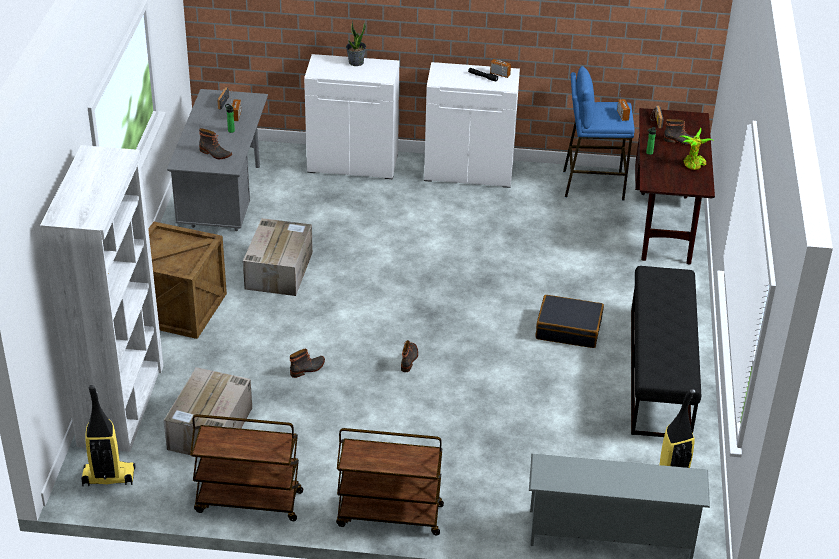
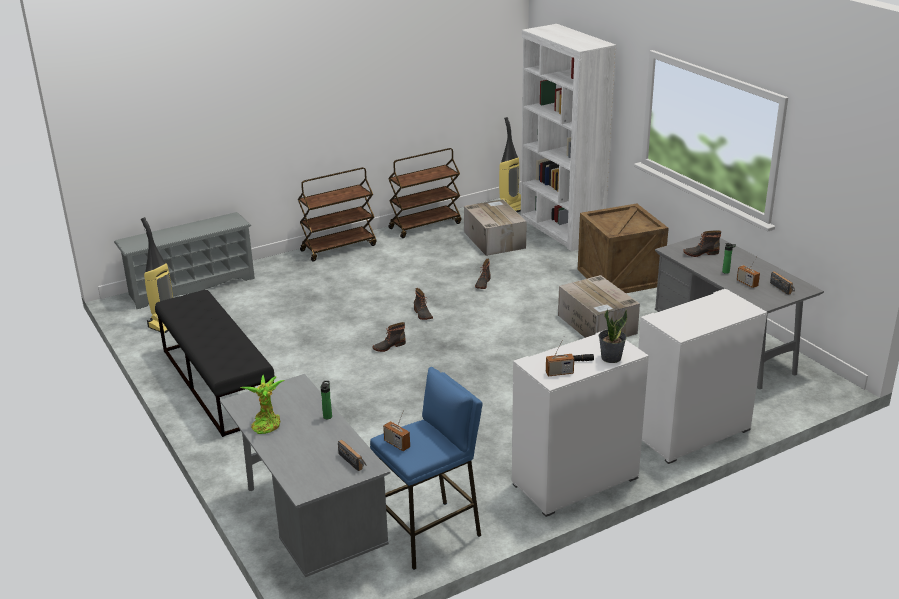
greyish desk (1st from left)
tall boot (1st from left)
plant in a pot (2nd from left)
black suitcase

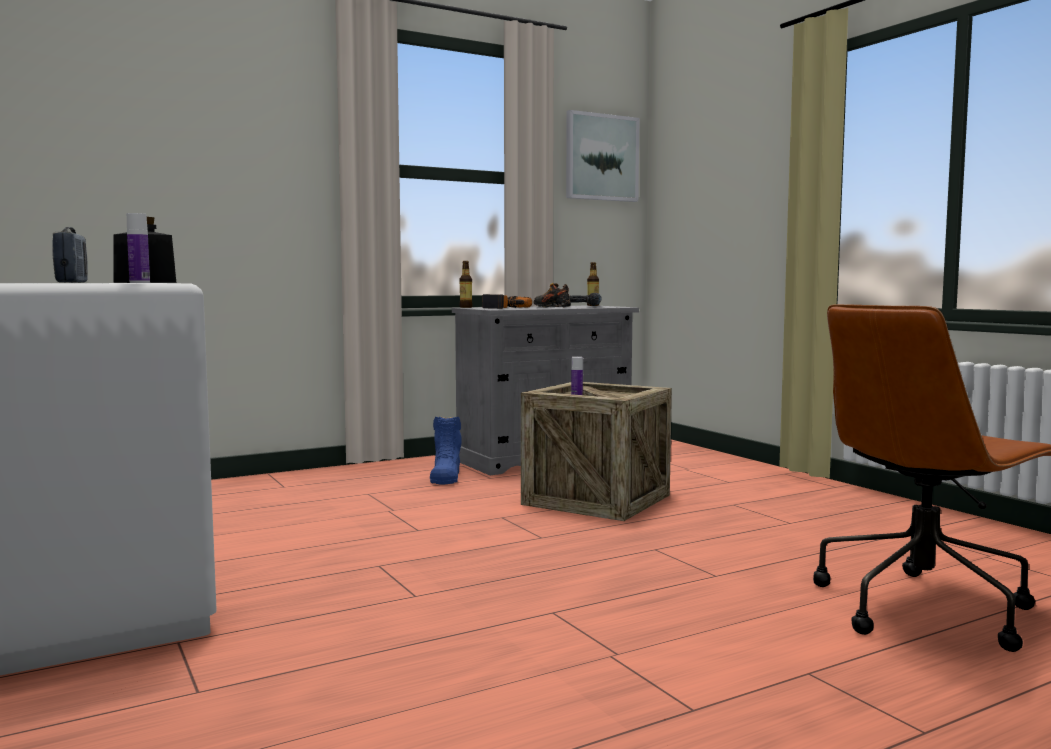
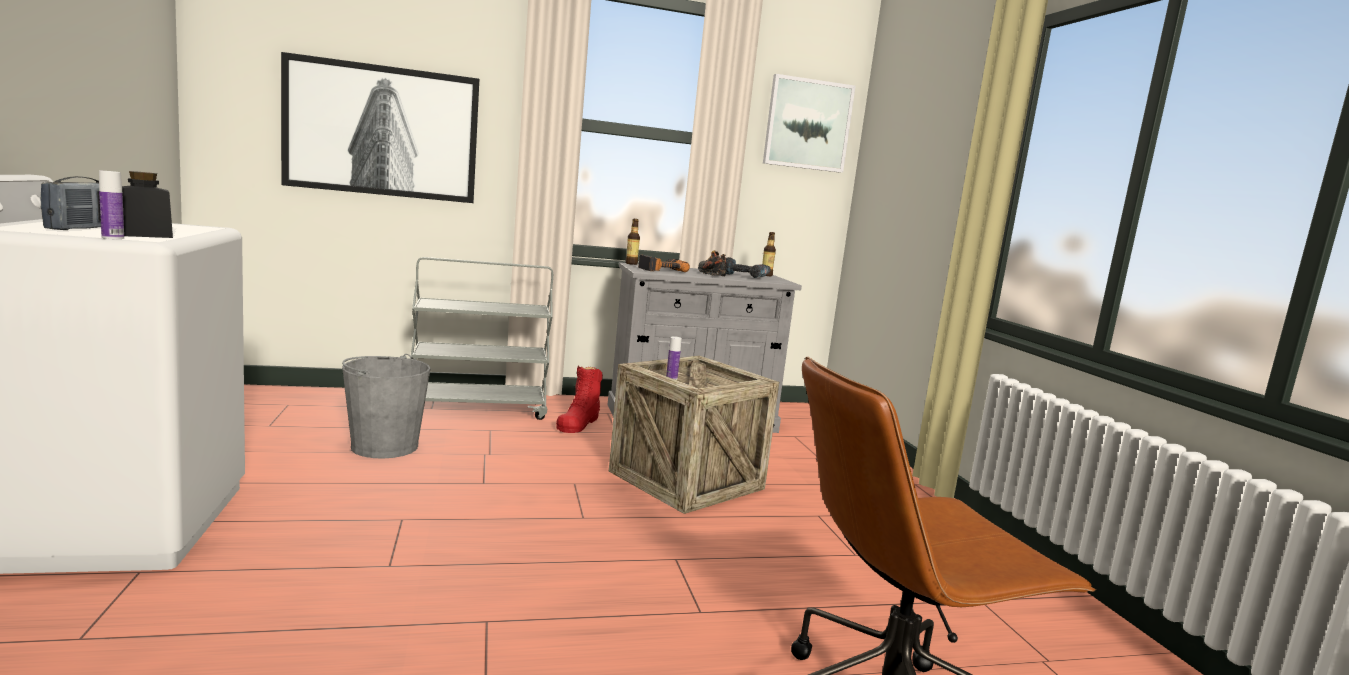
picture (1st from left)
greyish water bucket
greyish trolley
red tall boot

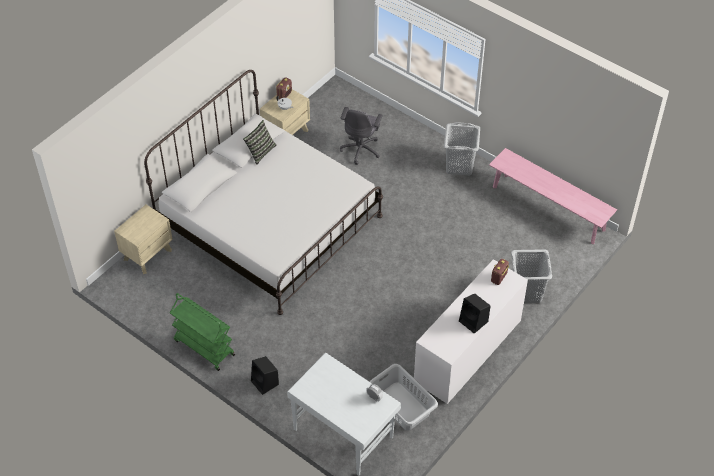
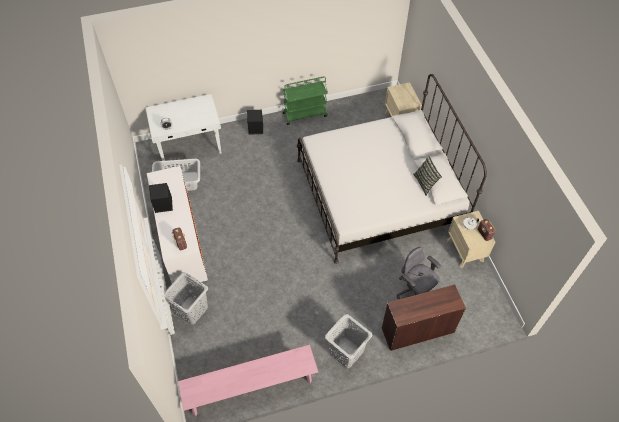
brownish desk

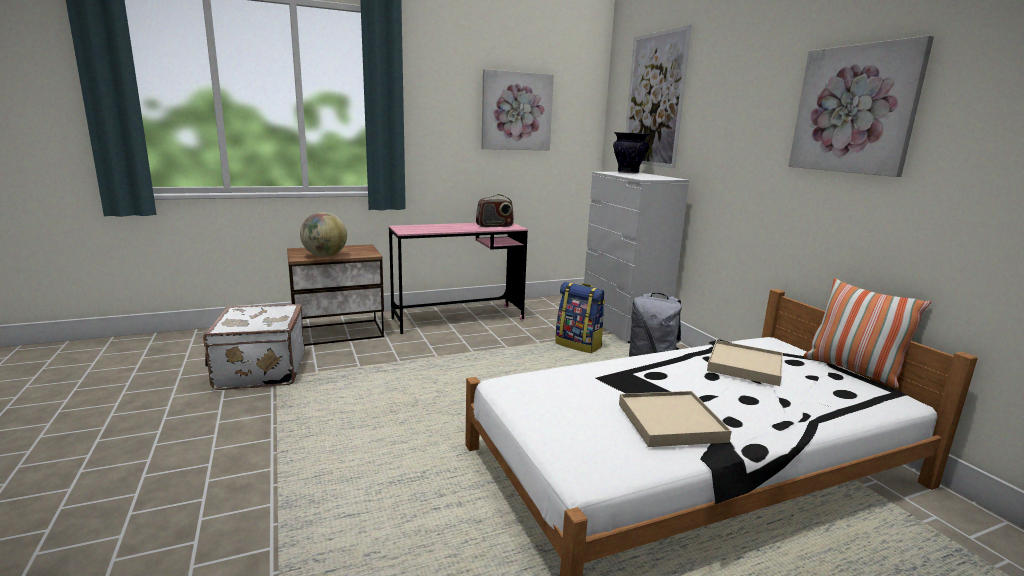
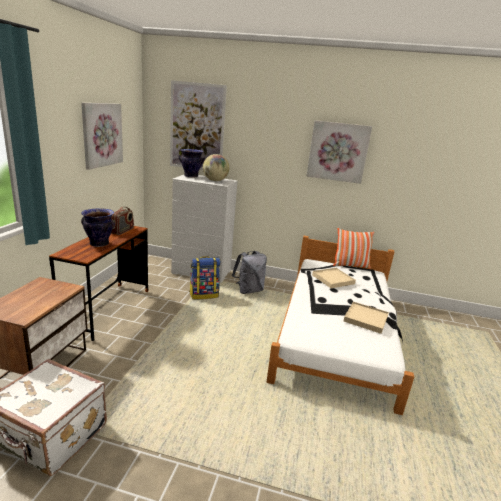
brownish desk
flower vase (1st from left)
globe

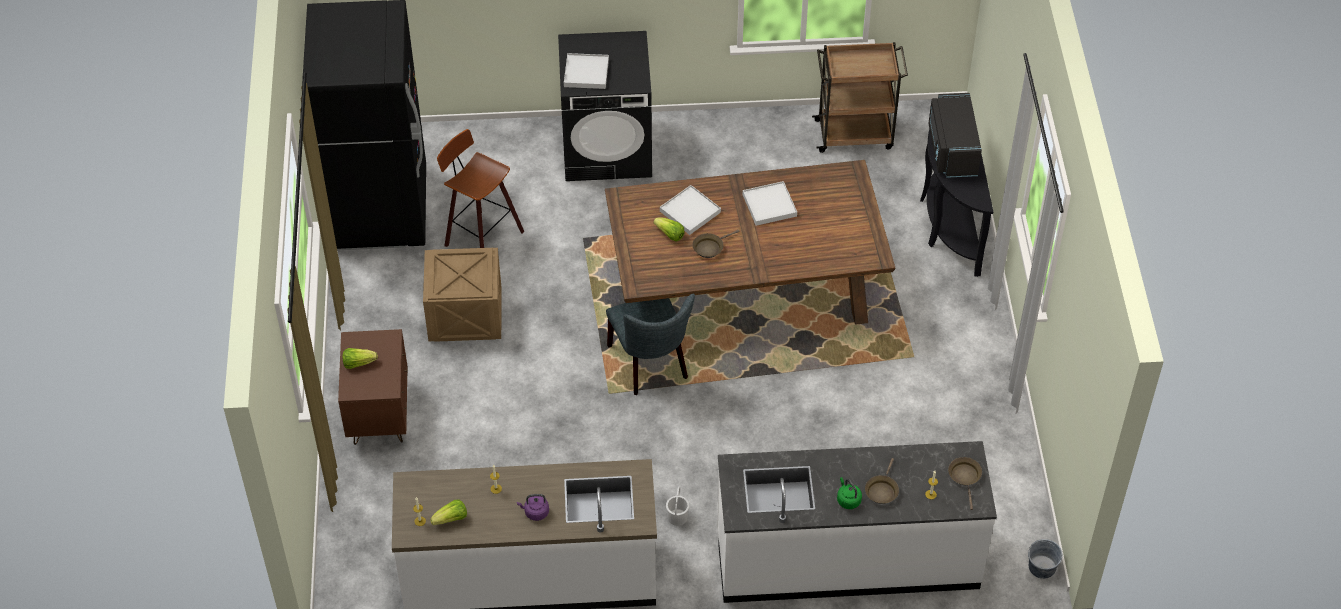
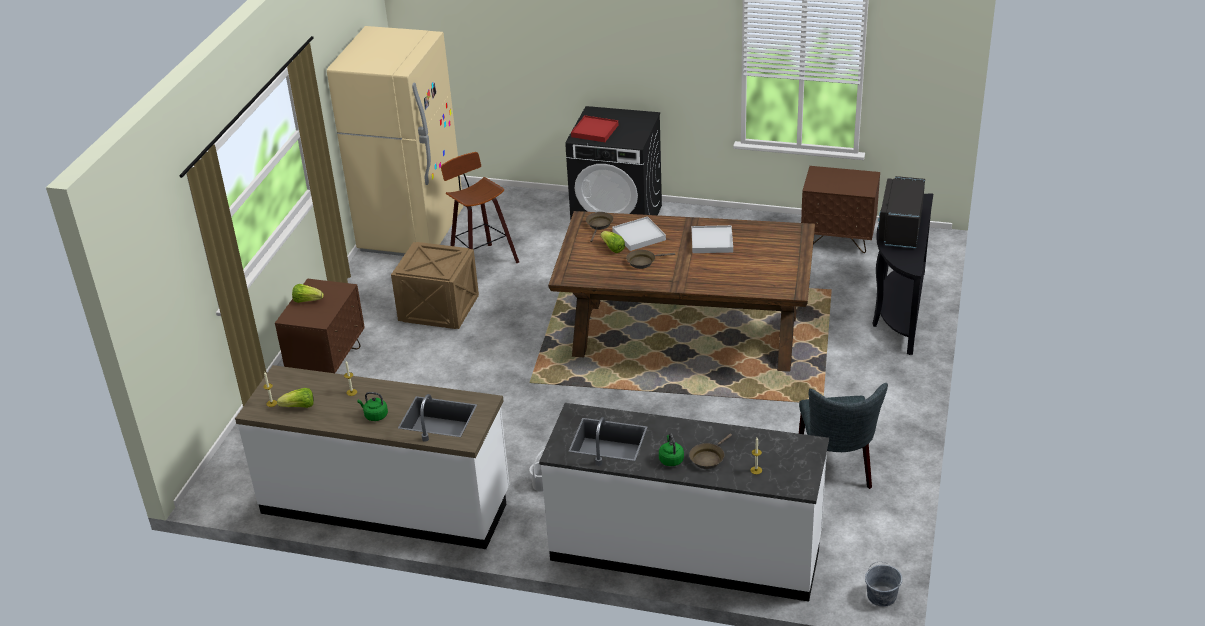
beige-coloured kitchen fridge
green tea kettle (1st from left)
red carrying tray
brownish skillet (1st from left)
greyish chair
brownish nightstand (2nd from left)

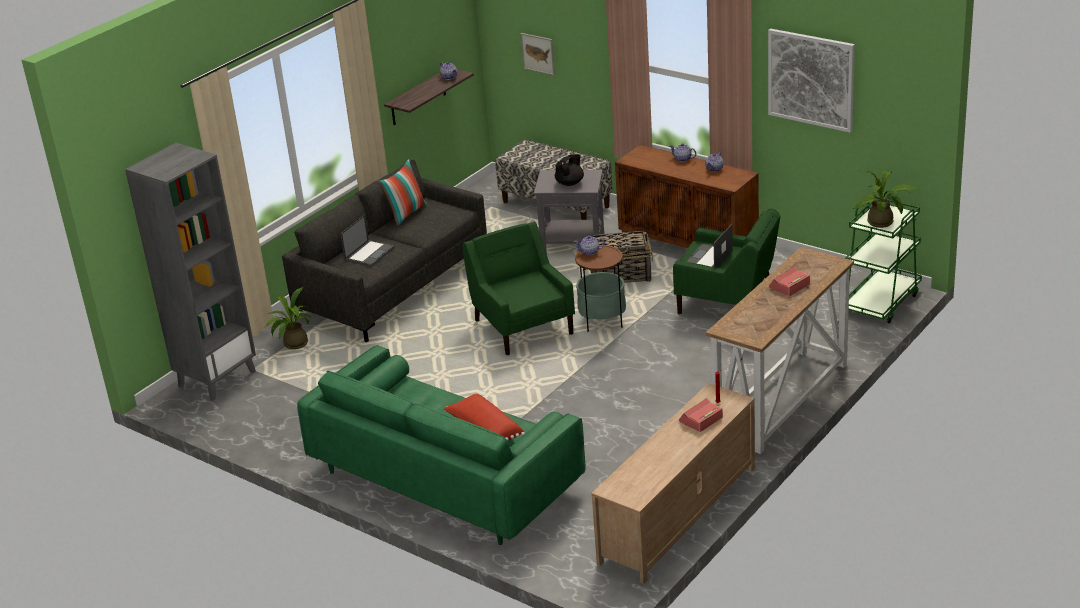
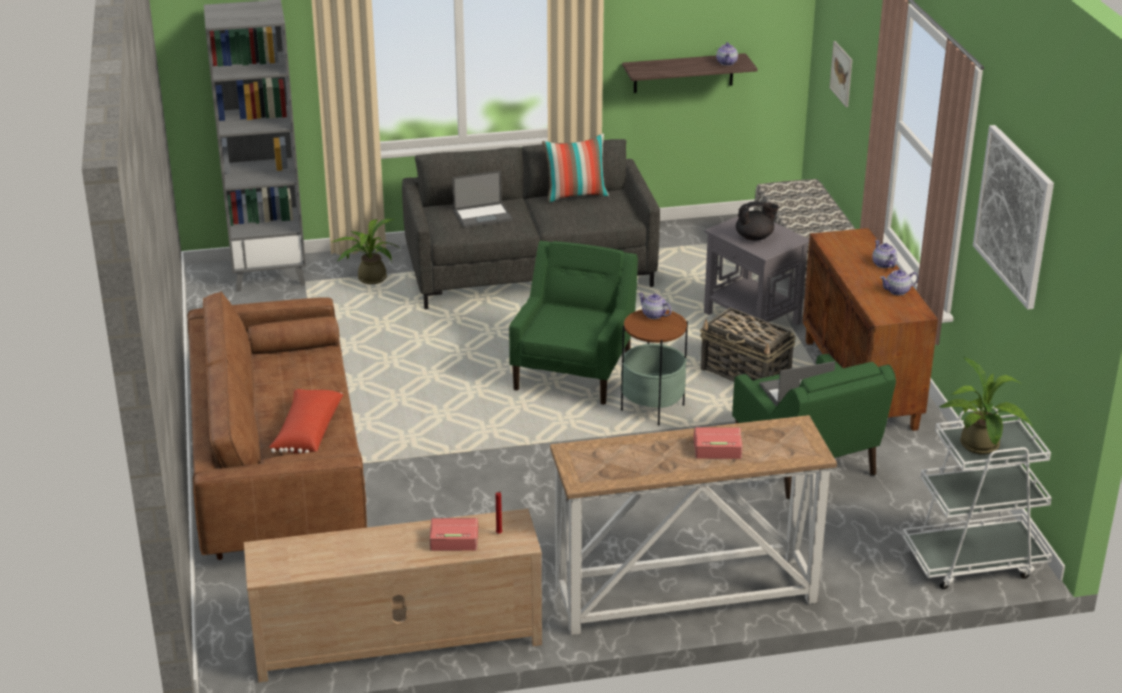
brownish settee
white-coloured trolley

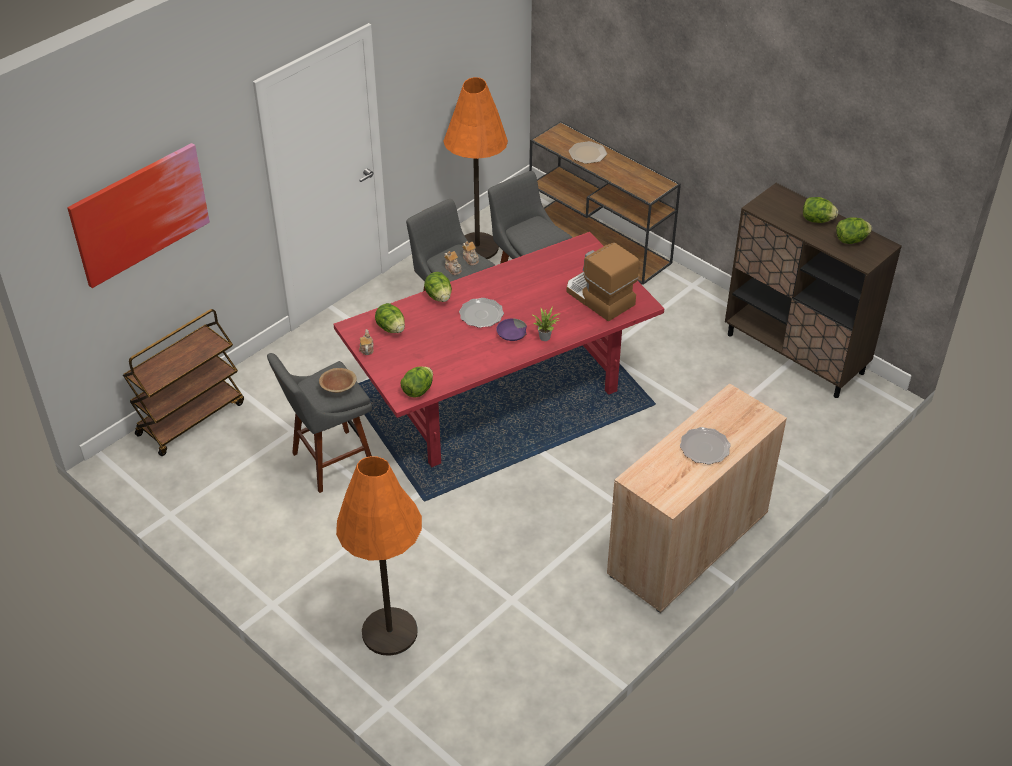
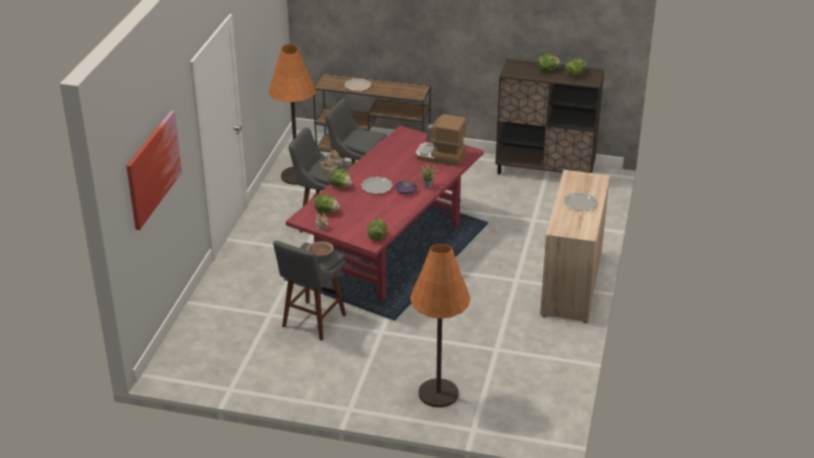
brownish trolley

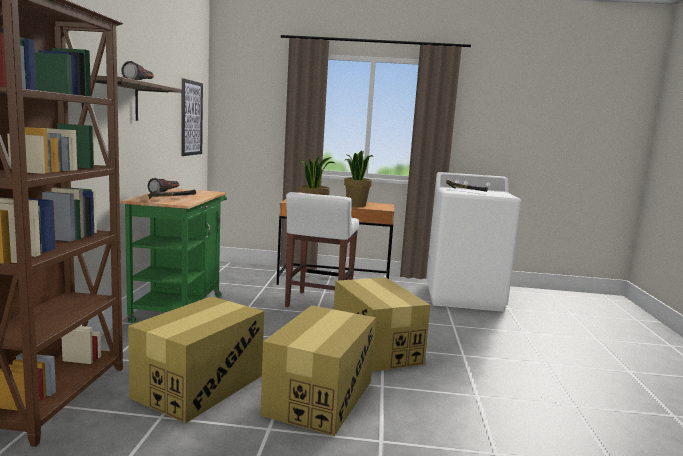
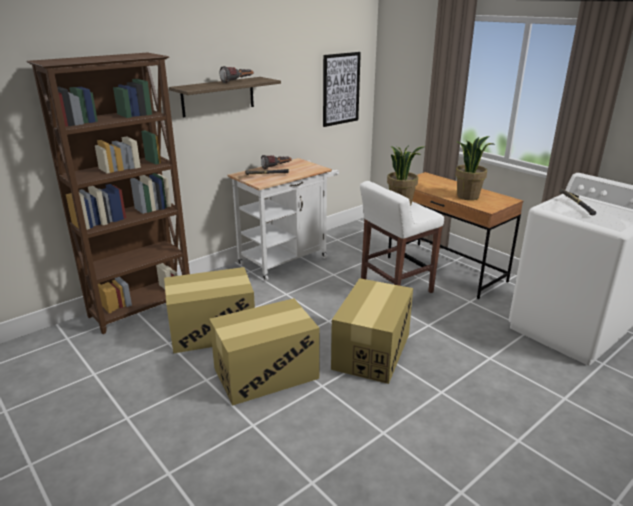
white-coloured trolley

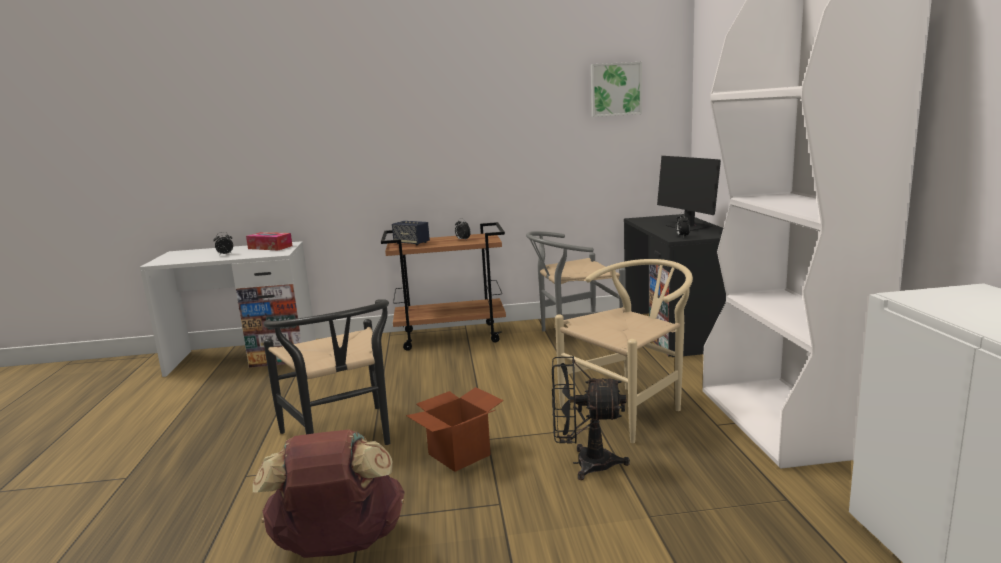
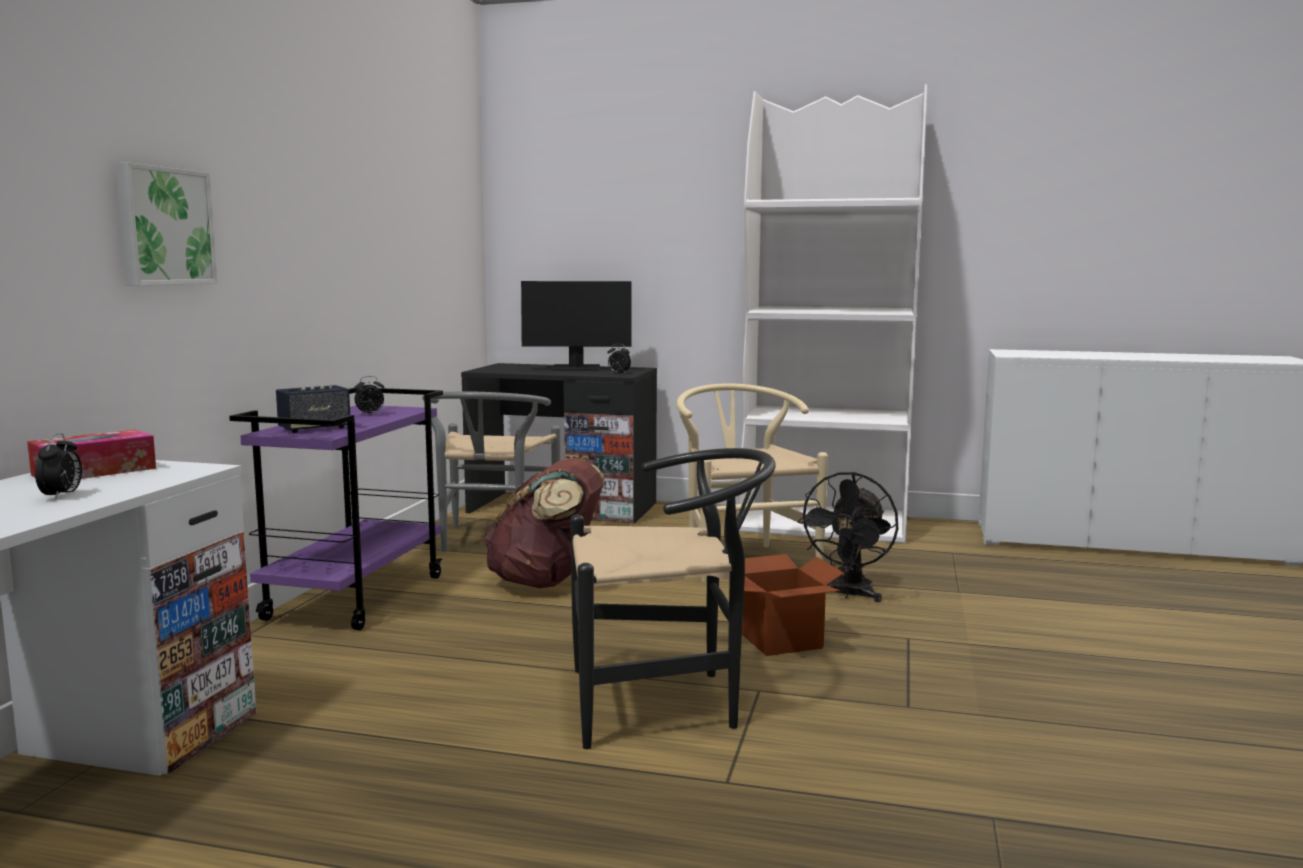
picture
purple-coloured trolley
brownish knapsack

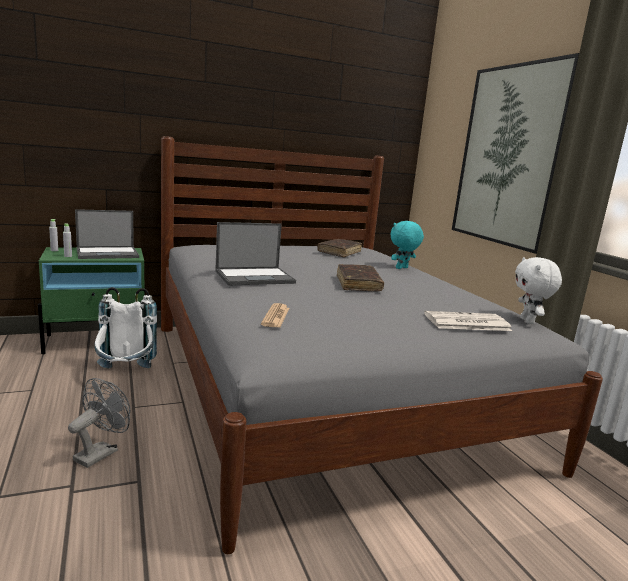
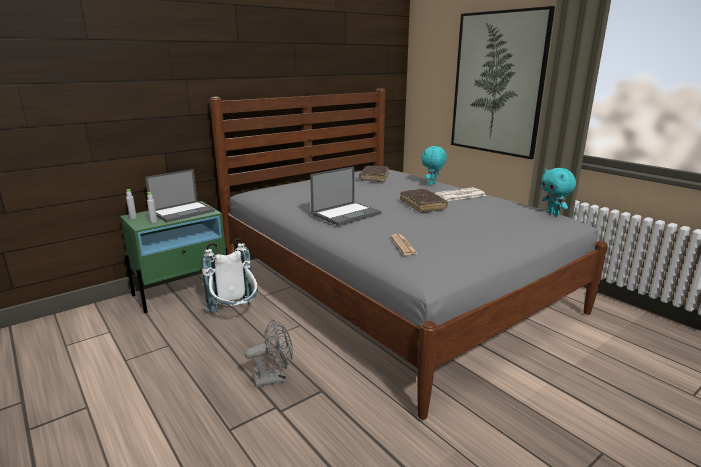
greyish cooling fan
daily paper (2nd from left)
turquoise cuddly toy (2nd from left)

